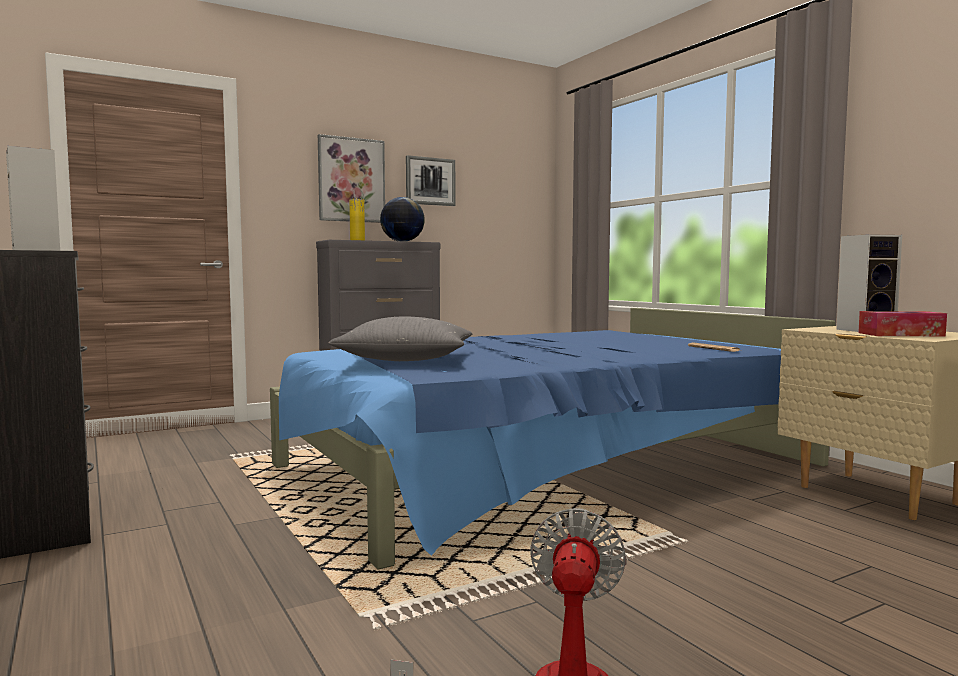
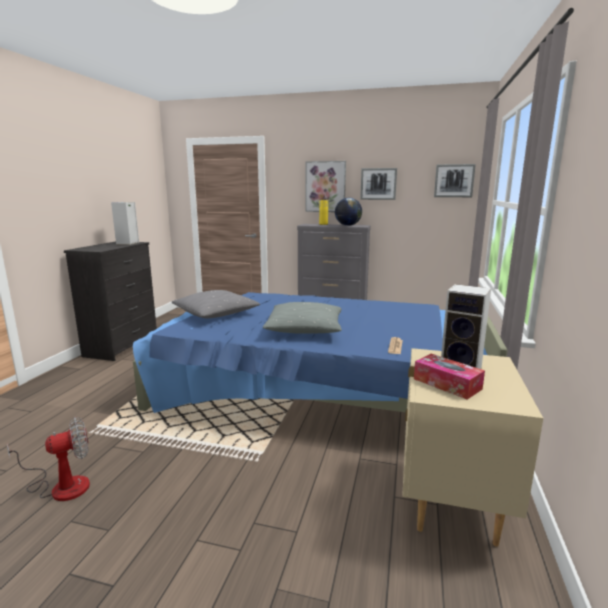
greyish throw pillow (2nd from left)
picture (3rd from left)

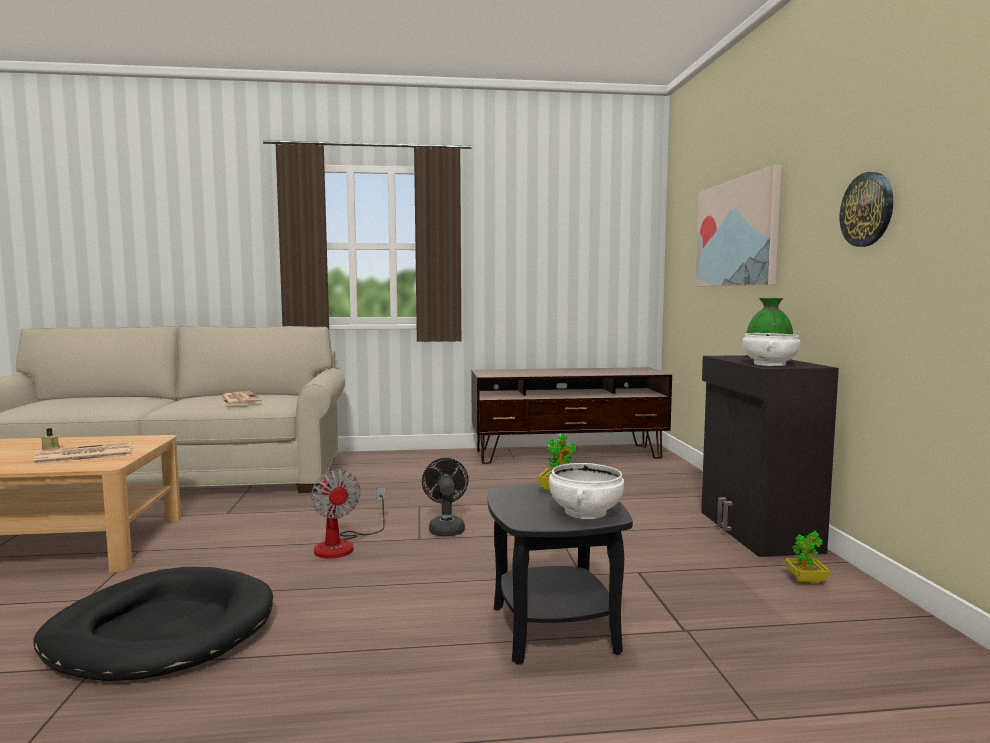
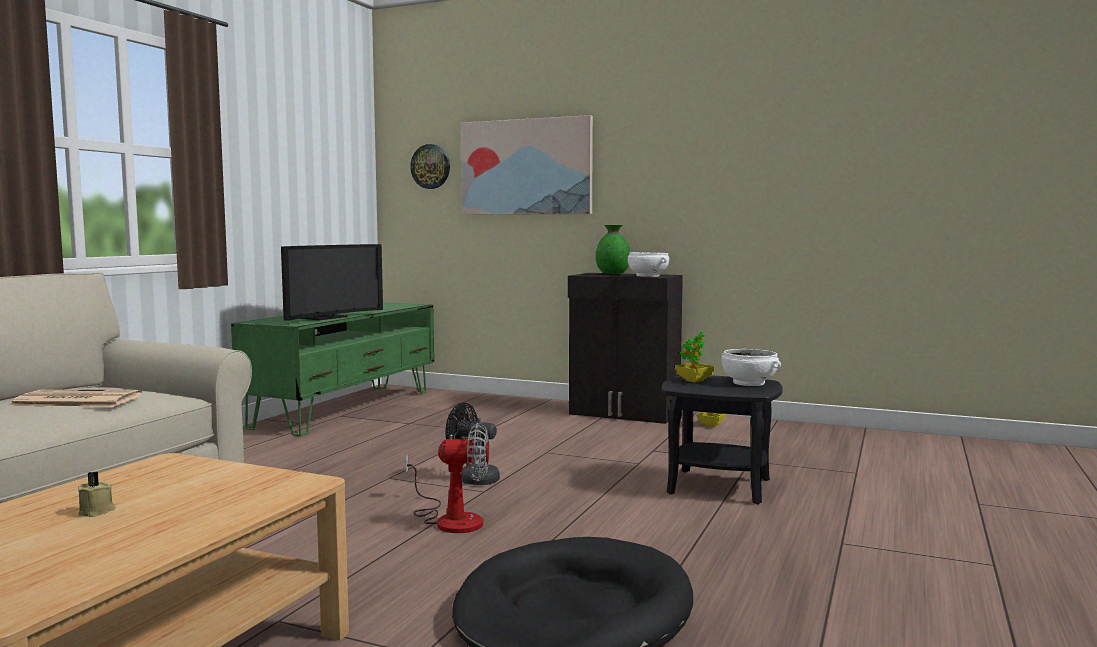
green tv unit
TV set
wall clock
daily paper (1st from left in the first image)

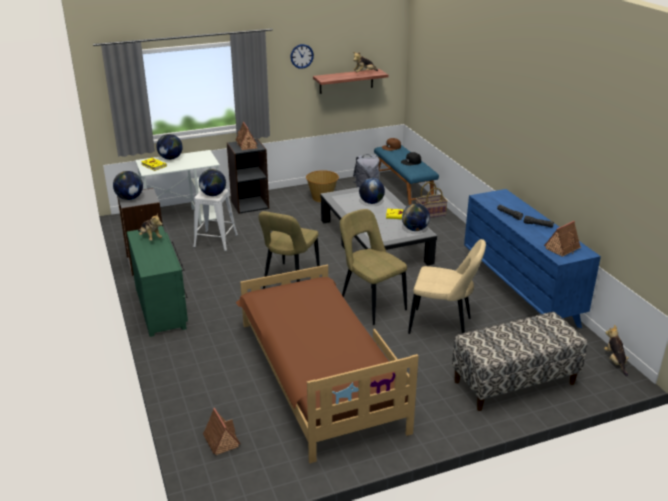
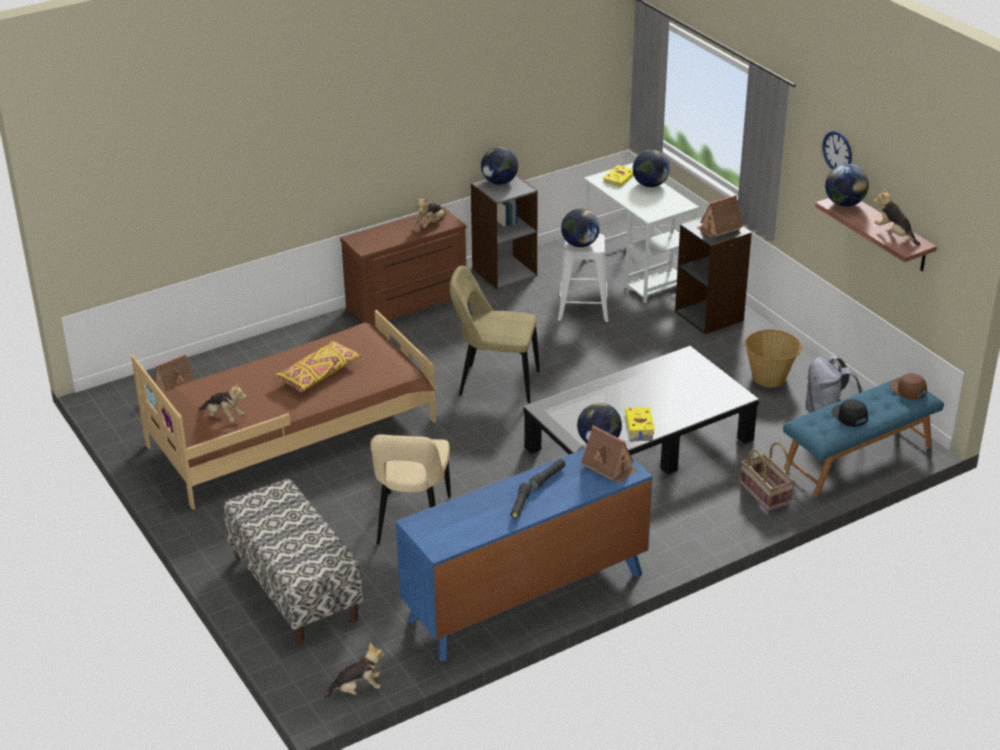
cuddly toy (1st from left)
yellow-coloured throw pillow
brownish chest of drawers
model house (2nd from left)
globe (5th from left)
beige-coloured chair (2nd from left in the first image)

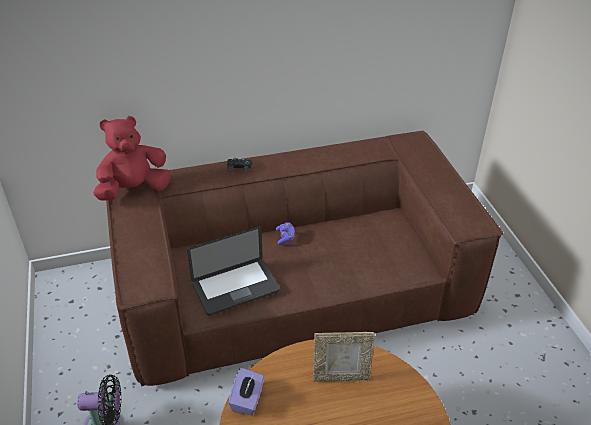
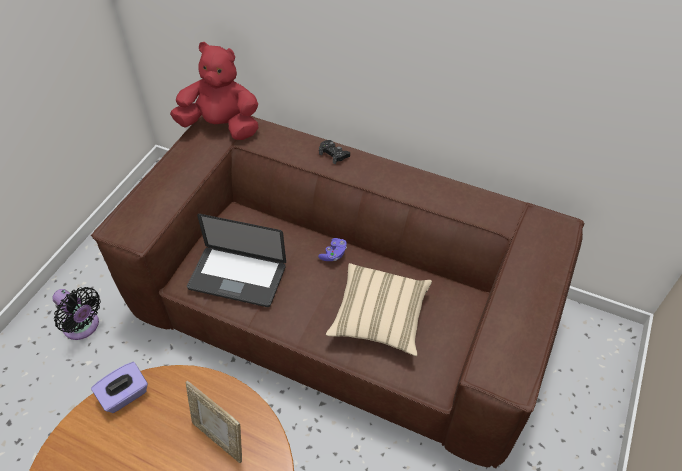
beige-coloured throw pillow

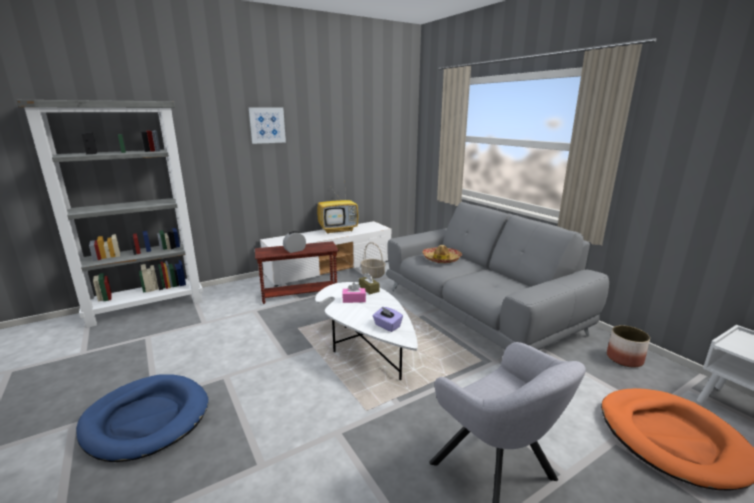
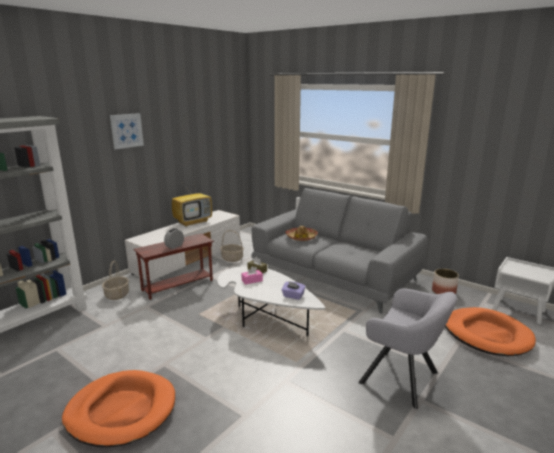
orangey dog bed (1st from left)
household basket (1st from left)

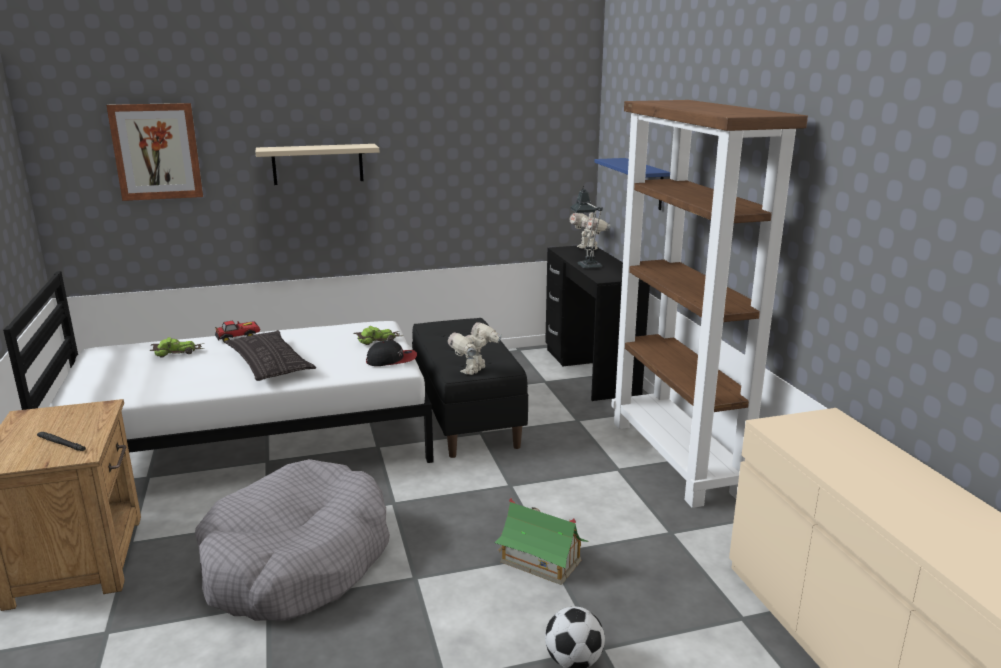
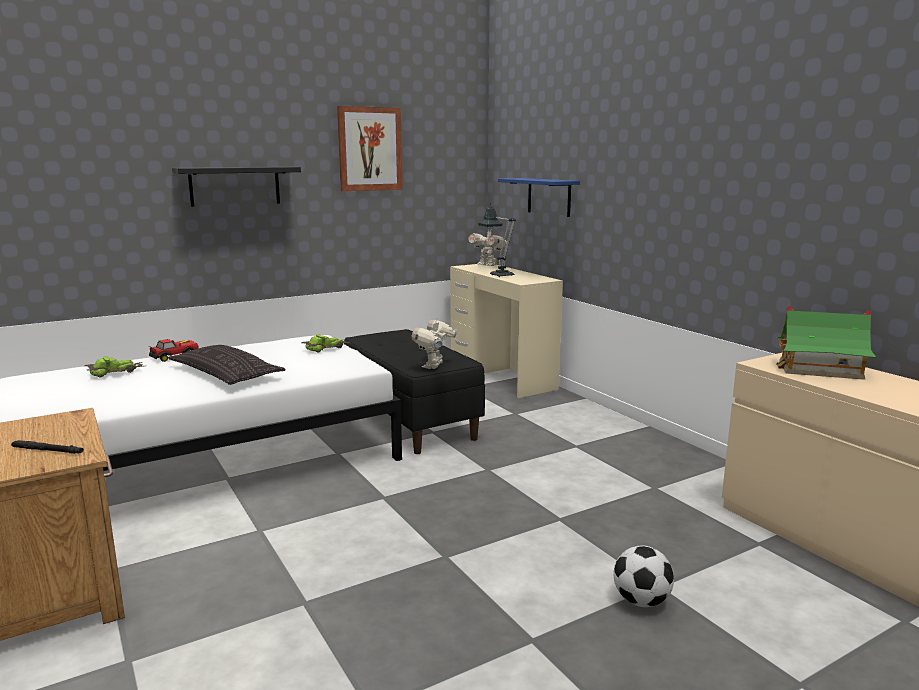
black wall shelf
picture
beige-coloured desk
model house
greyish dog bed
baseball cap
brownish shelving unit

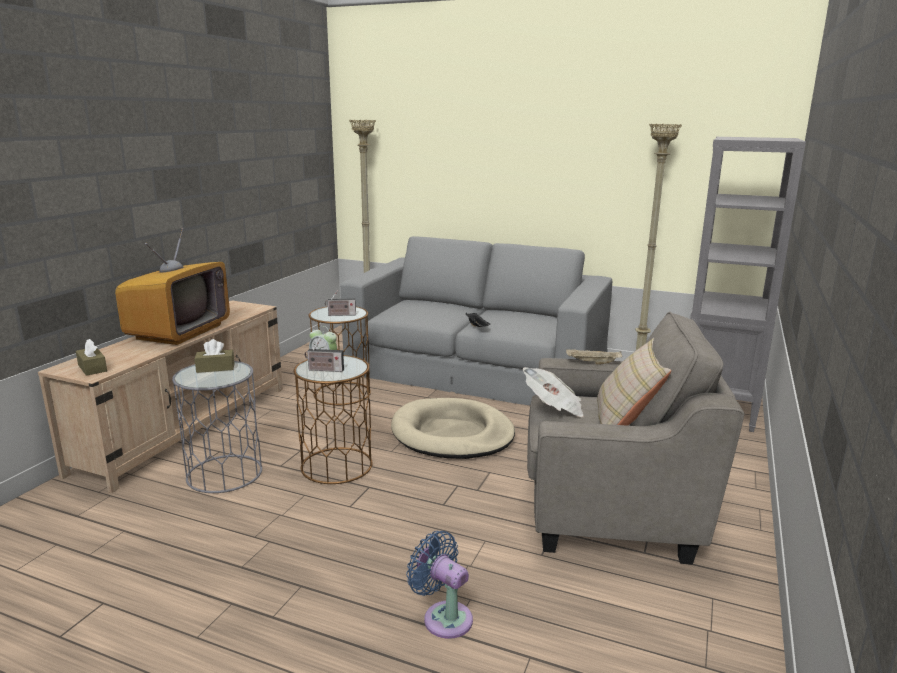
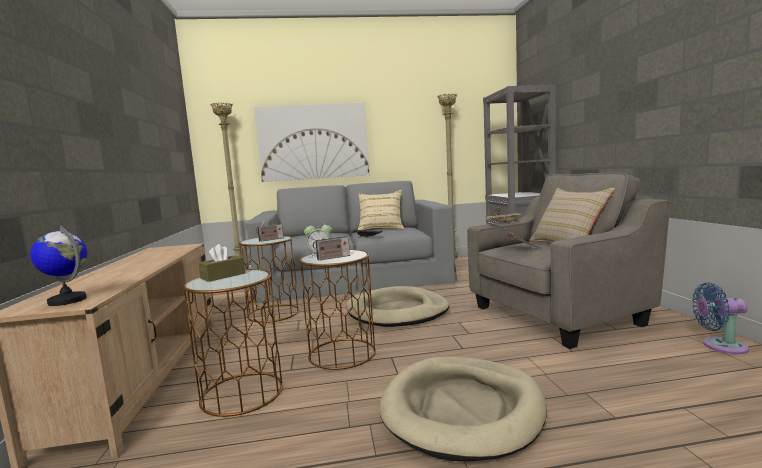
globe
brownish side table (1st from left)
picture
beige-coloured throw pillow (1st from left)
beige-coloured dog bed (2nd from left)
bluish cooling fan
TV set

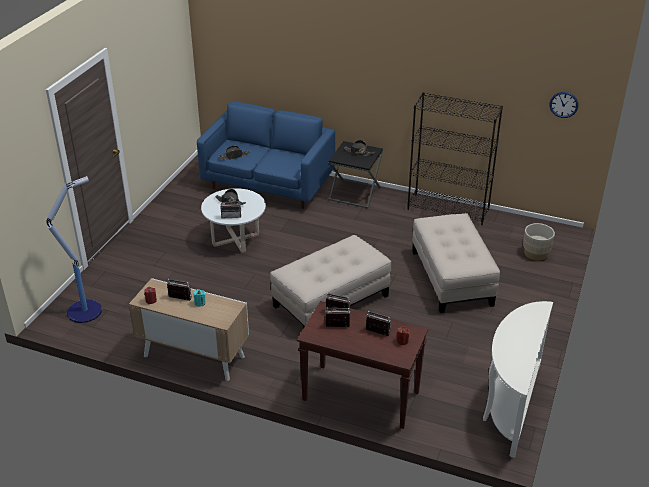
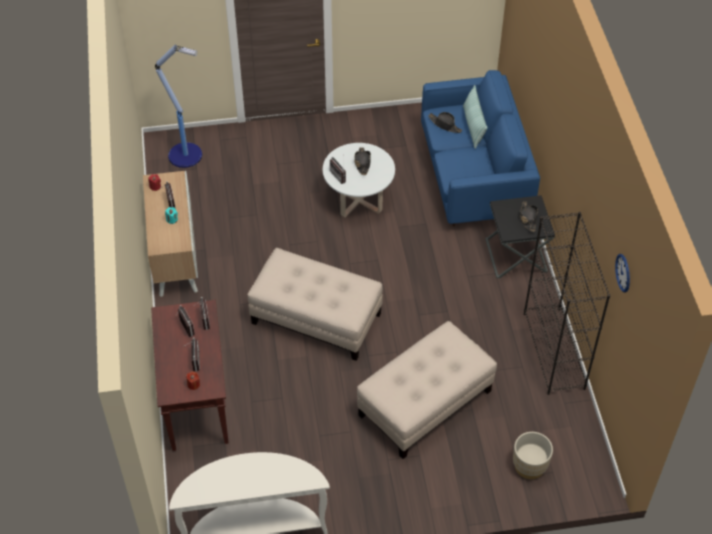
throw pillow
wall clock

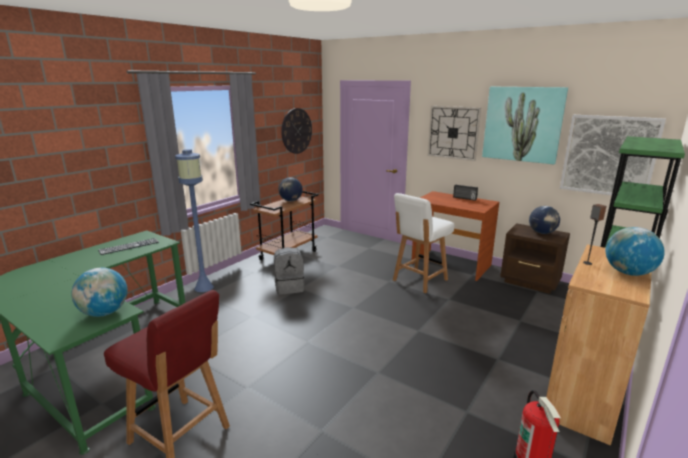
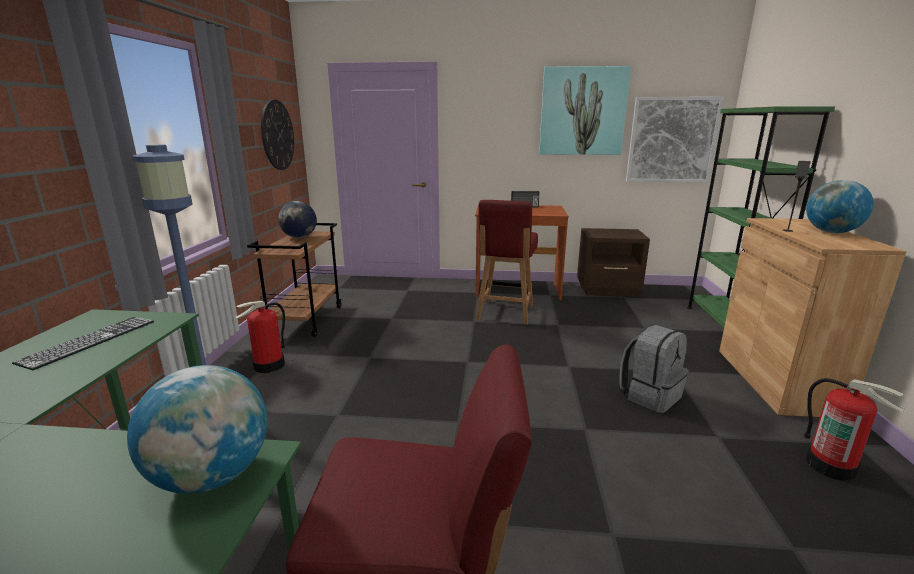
fire-fighting cylinder (1st from left)
red chair (2nd from left)
greyish knapsack
wall clock (2nd from left in the first image)
globe (3rd from left in the first image)

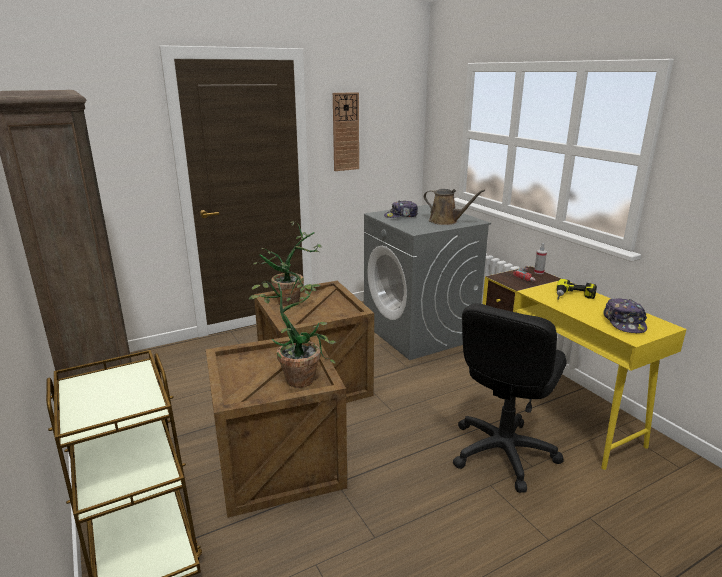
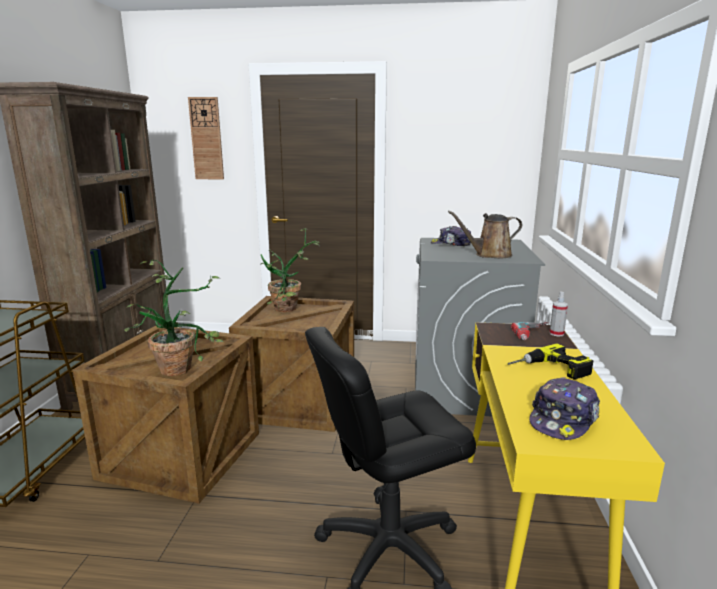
wall clock
brownish watering can

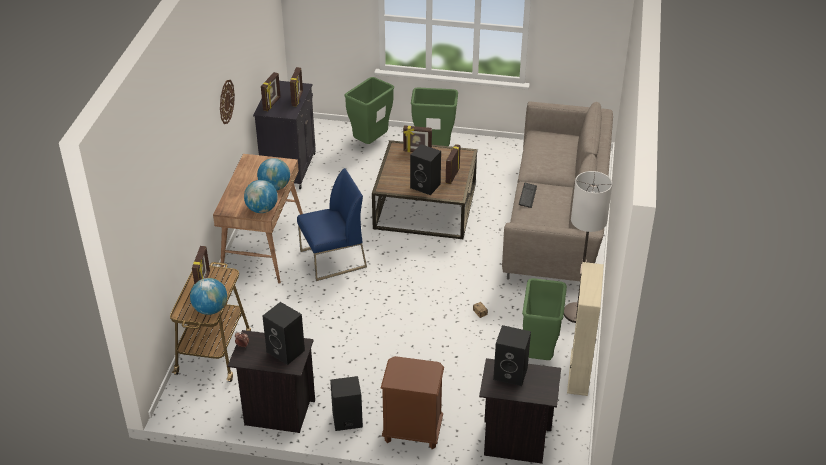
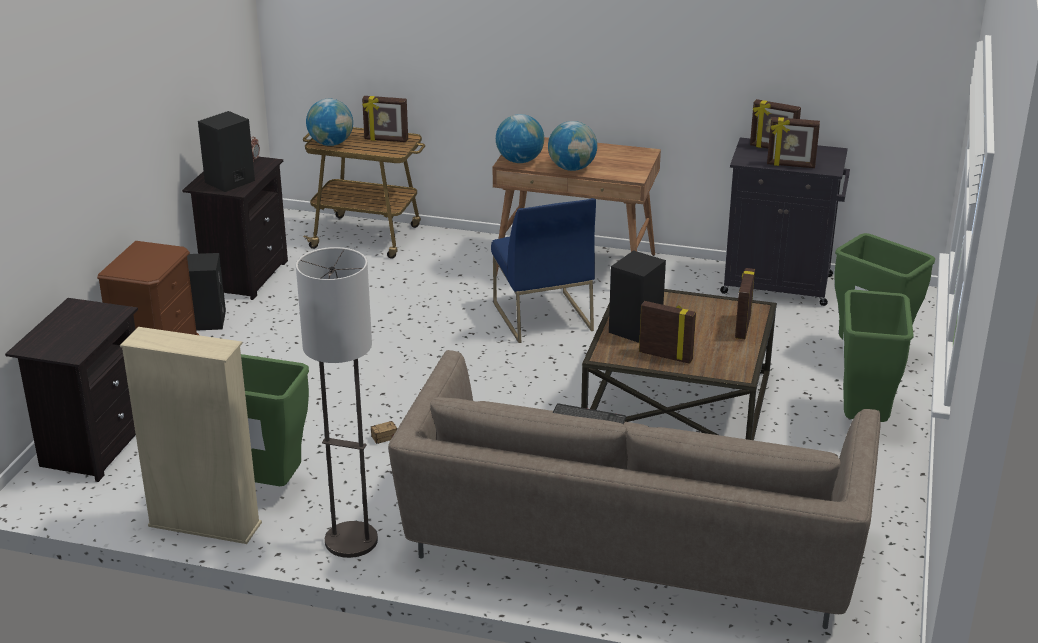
wall clock
black loudspeaker (4th from left in the first image)

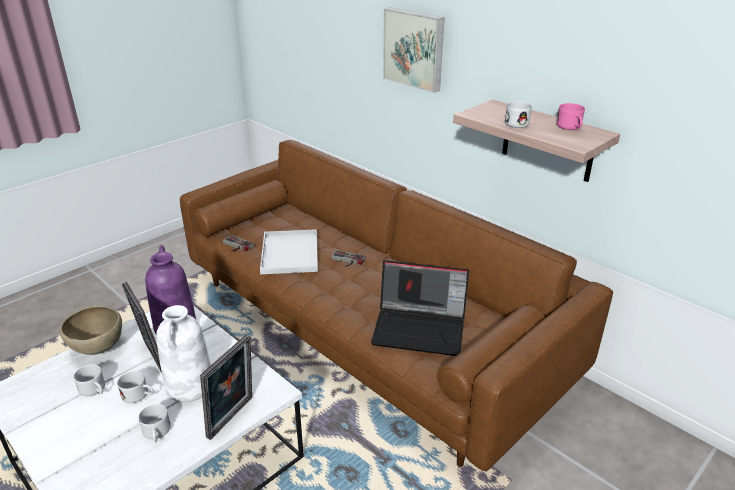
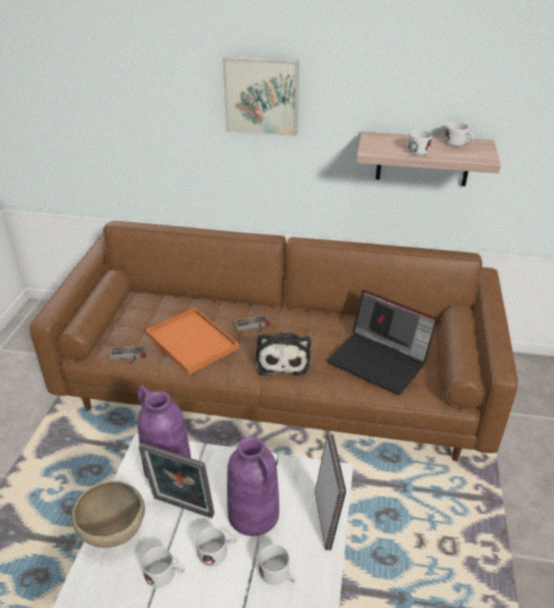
orangey carrying tray
purple-coloured flower vase (2nd from left)
cuddly toy
portable computer
white-coloured tea mug (5th from left)

